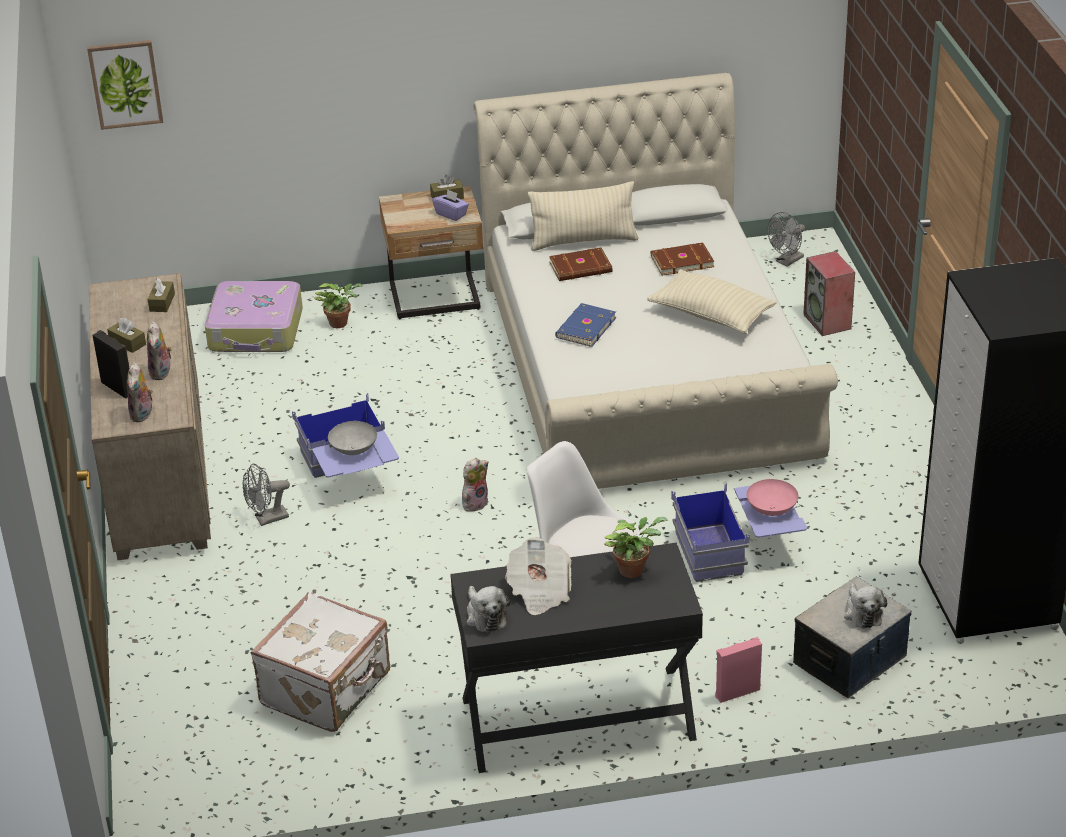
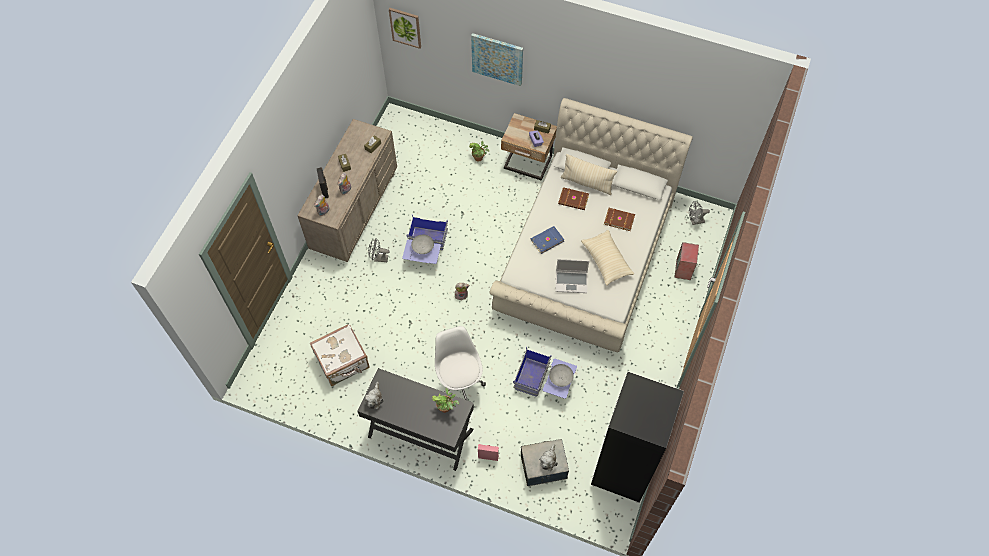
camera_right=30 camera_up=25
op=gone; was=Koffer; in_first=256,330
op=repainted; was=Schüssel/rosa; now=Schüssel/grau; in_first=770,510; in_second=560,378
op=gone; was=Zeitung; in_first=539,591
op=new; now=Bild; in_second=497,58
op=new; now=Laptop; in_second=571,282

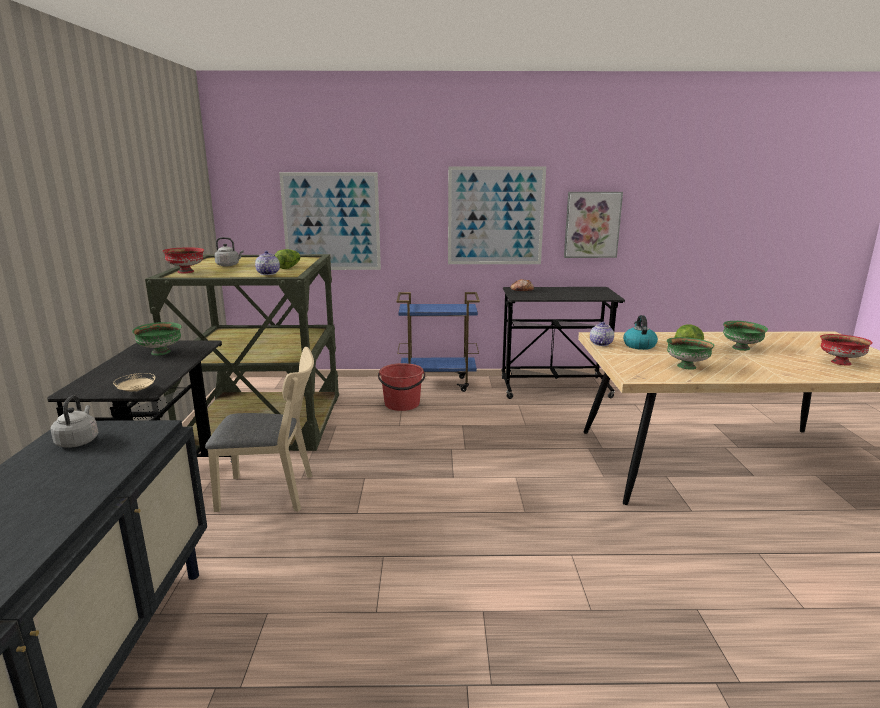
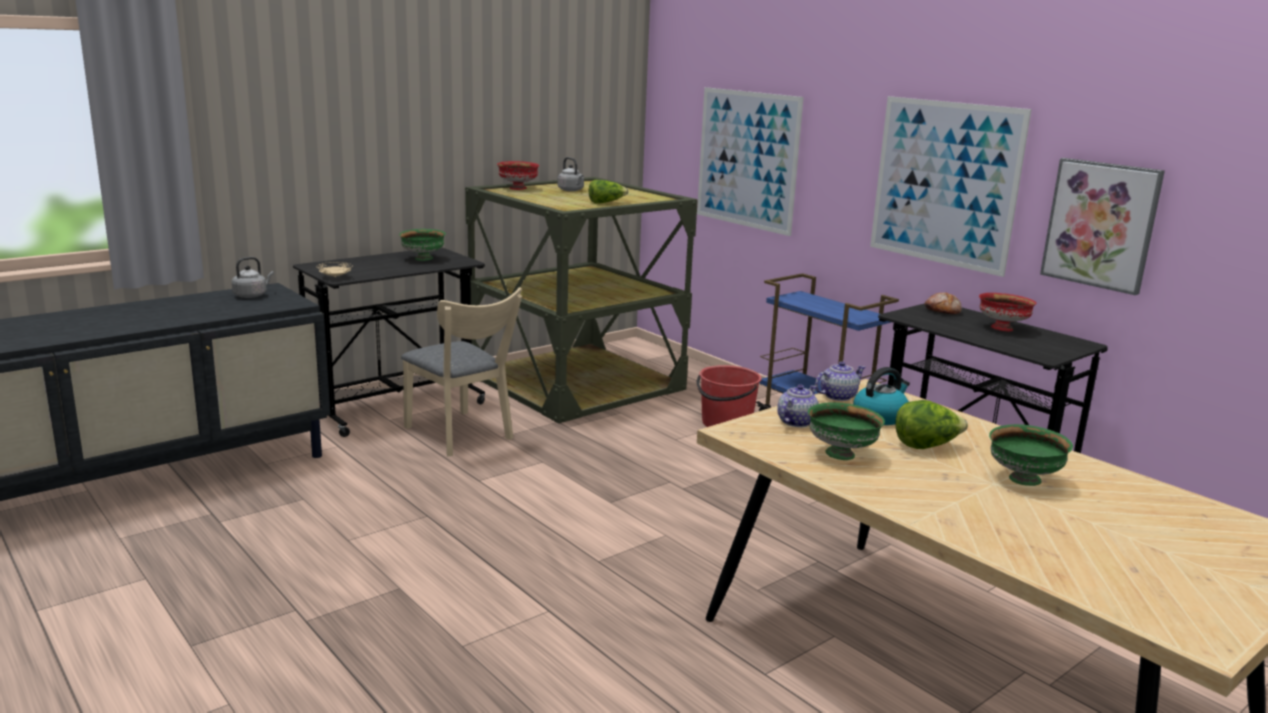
camera_right=50 camera_up=0
op=shifted; was=Teekanne; in_first=268,273; in_second=796,422
op=shifted; was=Schüssel/rot; in_first=840,363; in_second=1002,328

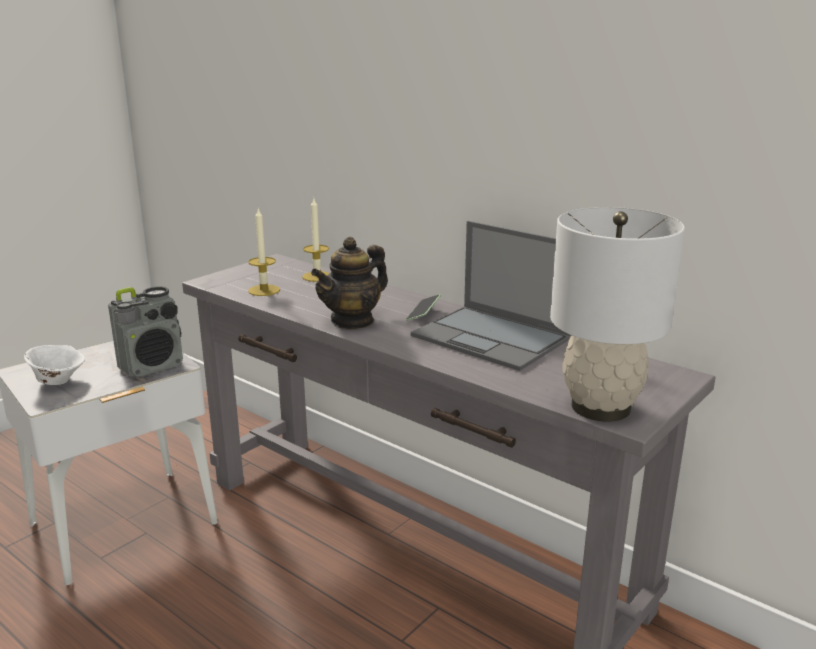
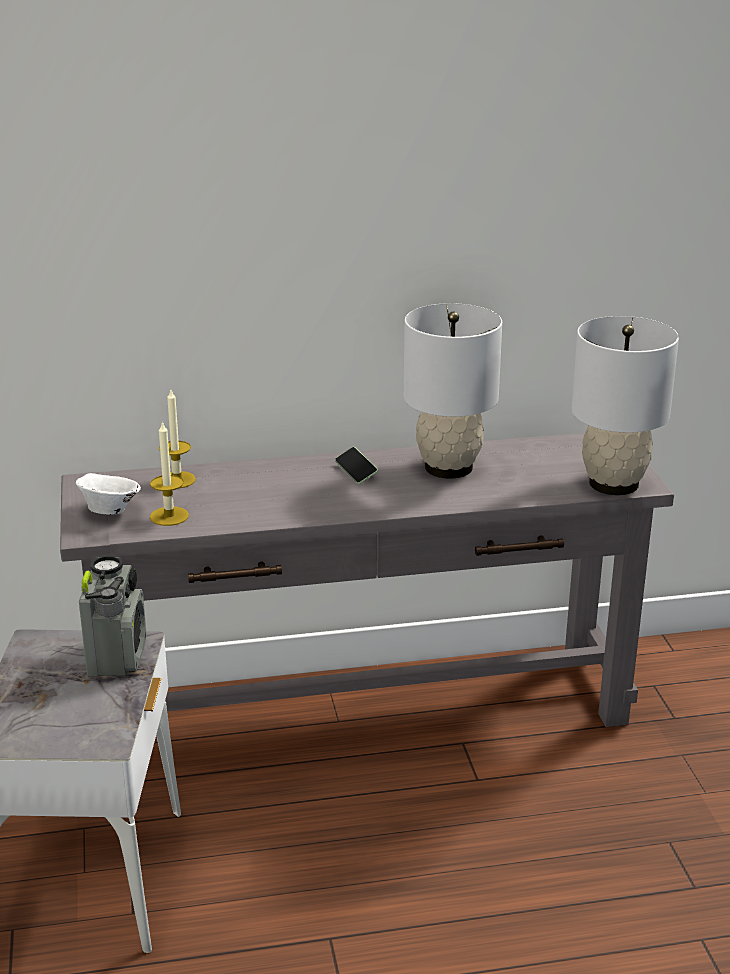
camera_right=-50 camera_up=5
op=swapped; was=Laptop; now=Tischlampe/weiß; in_first=492,338; in_second=449,467
op=gone; was=Teekanne; in_first=352,321
op=shifted; was=Schüssel/weiß; in_first=58,381; in_second=109,511

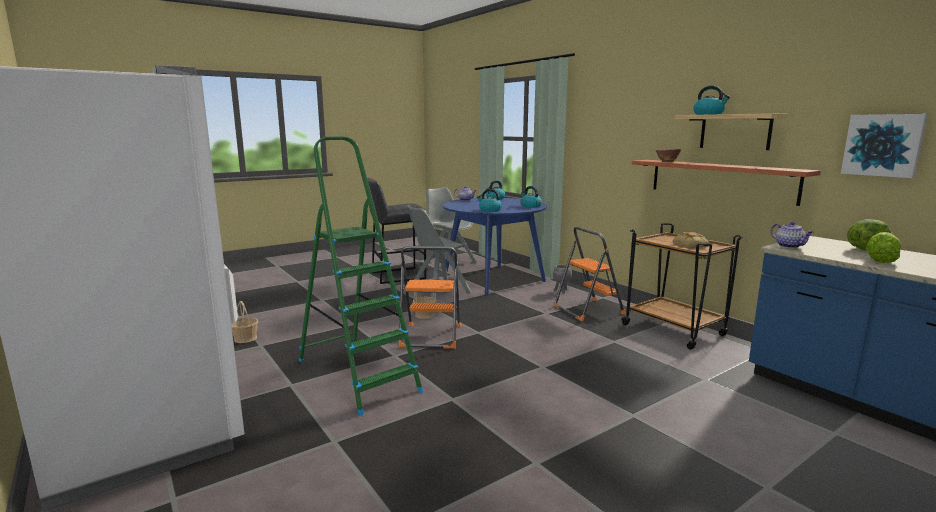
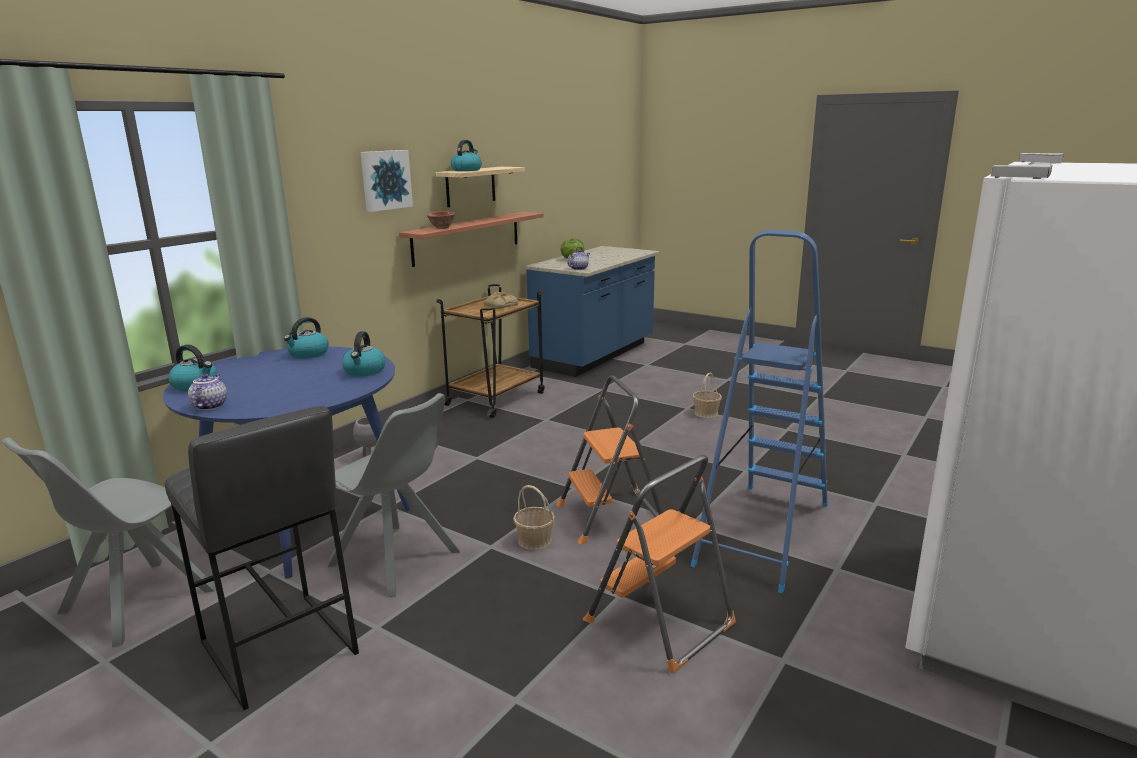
camera_right=-110 camera_up=5
op=shifted; was=Bild; in_first=883,145; in_second=385,180
op=repainted; was=Trittleiter/grün; now=Trittleiter/blau; in_first=357,375; in_second=764,532
op=shifted; was=Trittleiter/orange; in_first=586,310; in_second=663,624
op=gone; was=Salatkopf; in_first=880,260
op=shifted; was=Korb; in_first=245,338; in_second=706,413

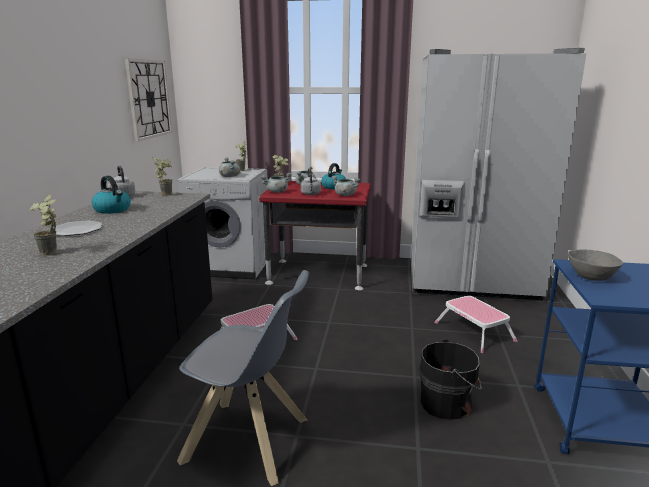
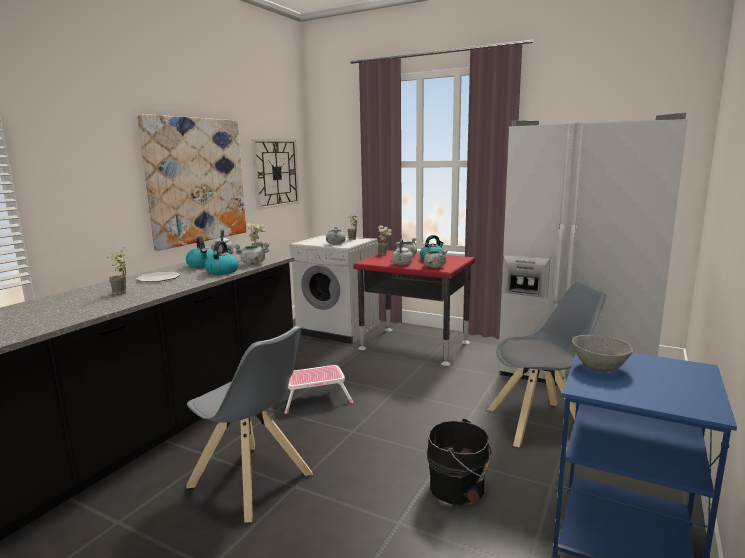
camera_right=20 camera_up=-5
op=shifted; was=Kochtopf/grau; in_first=277,192; in_second=252,264
op=swapped; was=Trittleiter/rosa; now=Stuhl/grau; in_first=474,331; in_second=540,423
op=new; now=Bild; in_second=196,180
op=new; now=Wasserkessel; in_second=222,271

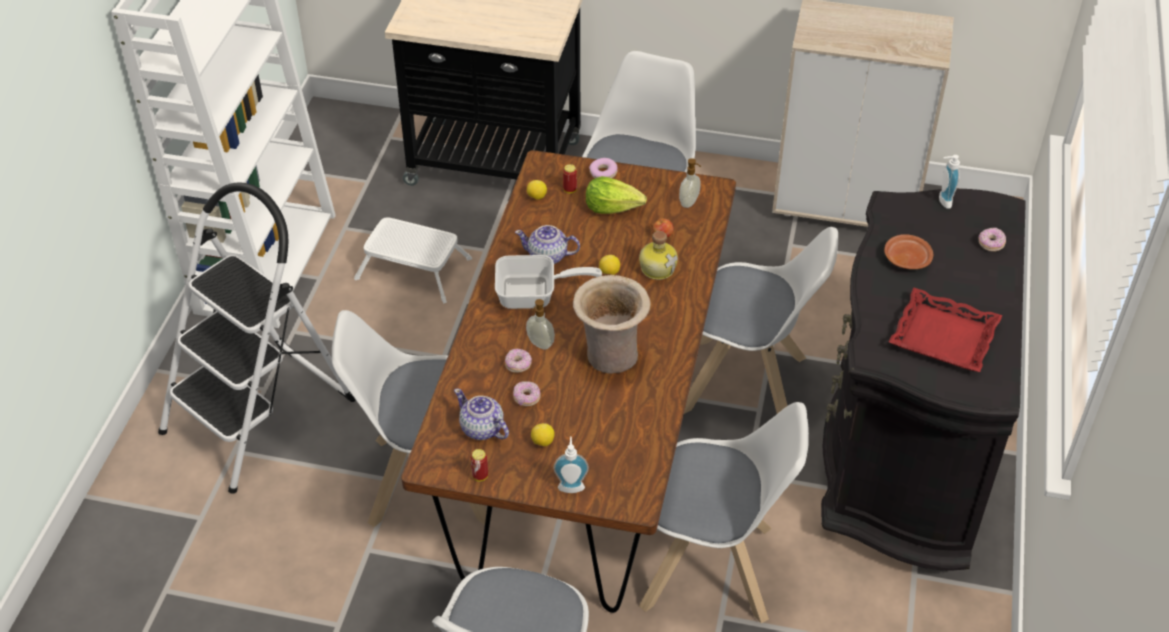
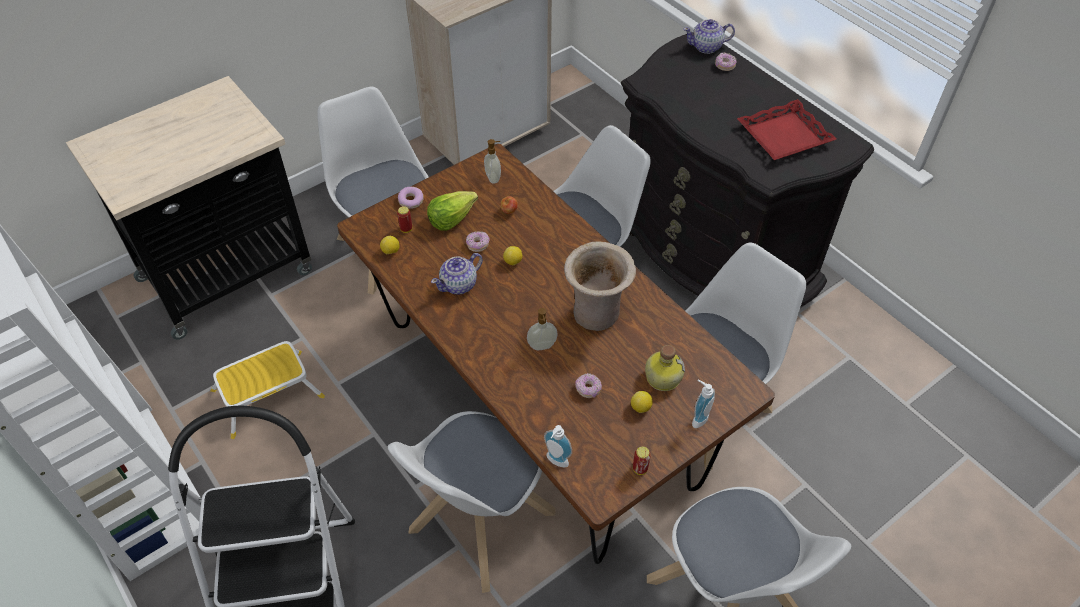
camera_right=-50 camera_up=5
op=shifted; was=Seifenspender; in_first=942,201; in_second=555,462
op=repainted; was=Trittleiter/weiß; now=Trittleiter/gelb; in_first=413,269; in_second=267,394
op=shifted; was=Flasche; in_first=657,268; in_second=662,377
op=gone; was=Teller/braun; in_first=906,258
op=gone; was=Pfanne; in_first=535,295
op=shifted; was=Donut; in_first=518,365; in_second=478,245
op=shifted; was=Teekanne; in_first=482,429; in_second=706,47

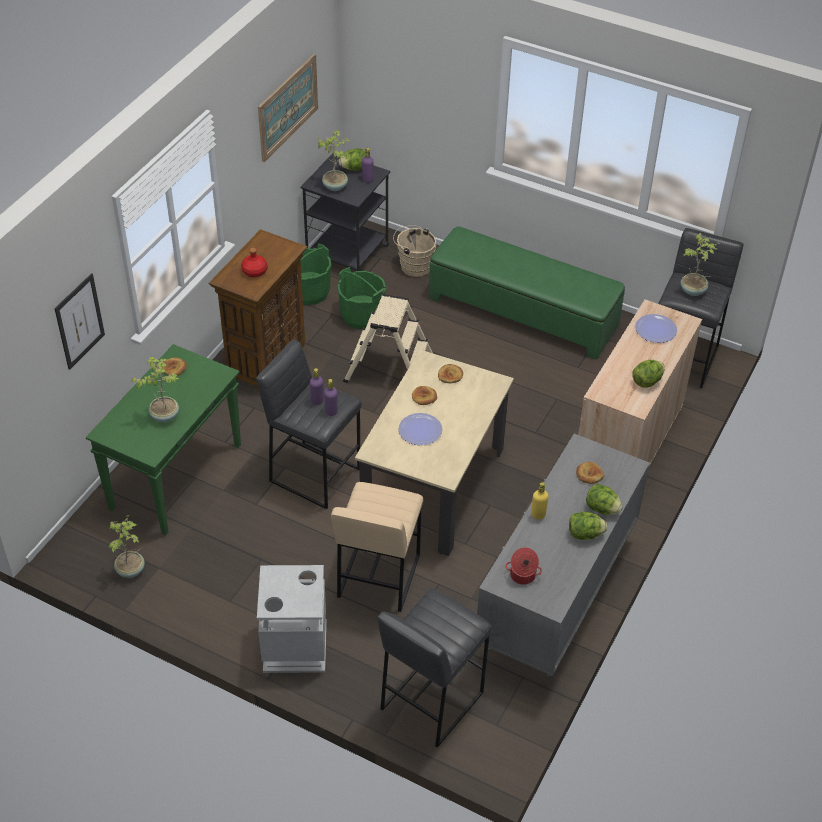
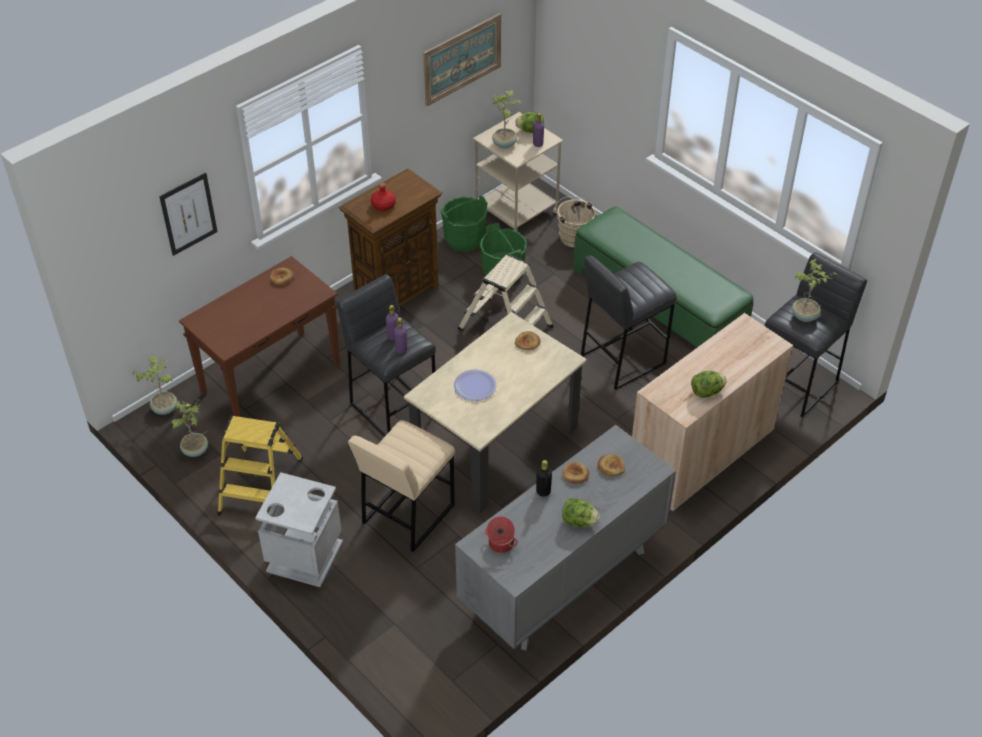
camera_right=20 camera_up=0
op=repainted; was=Rollwagen/schwarz; now=Rollwagen/beige; in_first=348,252; in_second=517,210
op=gone; was=Teller; in_first=655,329
op=repainted; was=Konsolentisch/grün; now=Konsolentisch/braun; in_first=176,476; in_second=271,377
op=shifted; was=Topfpflanze; in_first=164,415; in_second=164,408
op=shifted; was=Brot; in_first=424,397; in_second=575,475
op=repainted; was=Flasche/gelb; now=Flasche/schwarz; in_first=538,515; in_second=543,492
op=gone; was=Salatkopf; in_first=602,508
op=shifted; was=Hocker/grau; in_first=430,702; in_second=621,359
op=new; now=Trittleiter/gelb; in_second=261,485

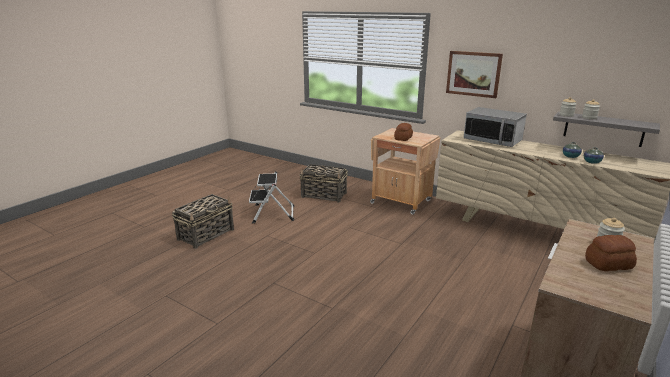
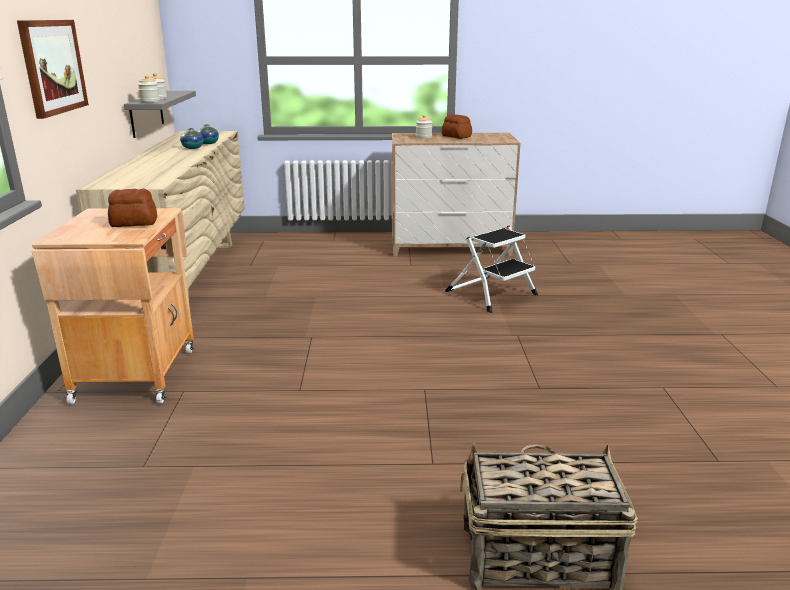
camera_right=-125 camera_up=0
op=gone; was=Mikrowelle; in_first=492,140
op=gone; was=Korb; in_first=324,195
op=shifted; was=Trittleiter; in_first=272,213; in_second=491,294

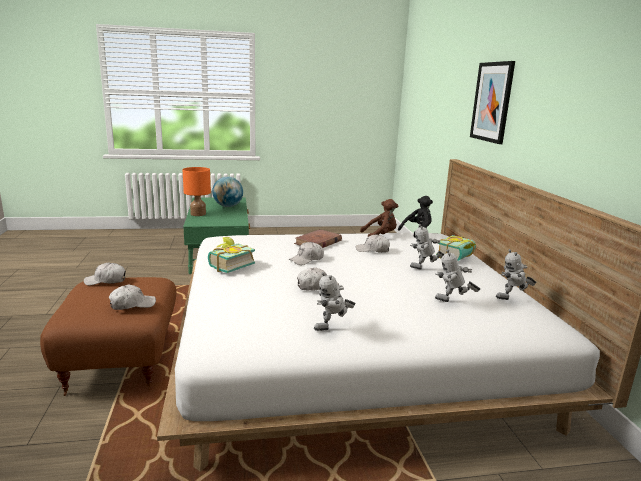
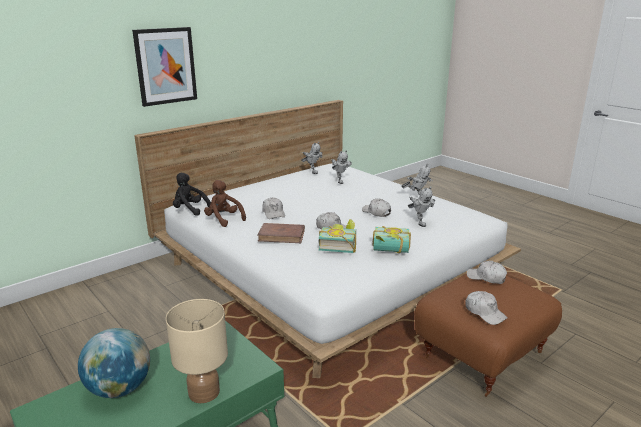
camera_right=-120 camera_up=5
op=repainted; was=Tischlampe/orange; now=Tischlampe/beige; in_first=198,214; in_second=204,392
op=shifted; was=Spielzeugroboter; in_first=425,270; in_second=419,222
op=shifted; was=Buch; in_first=458,257; in_second=338,246

